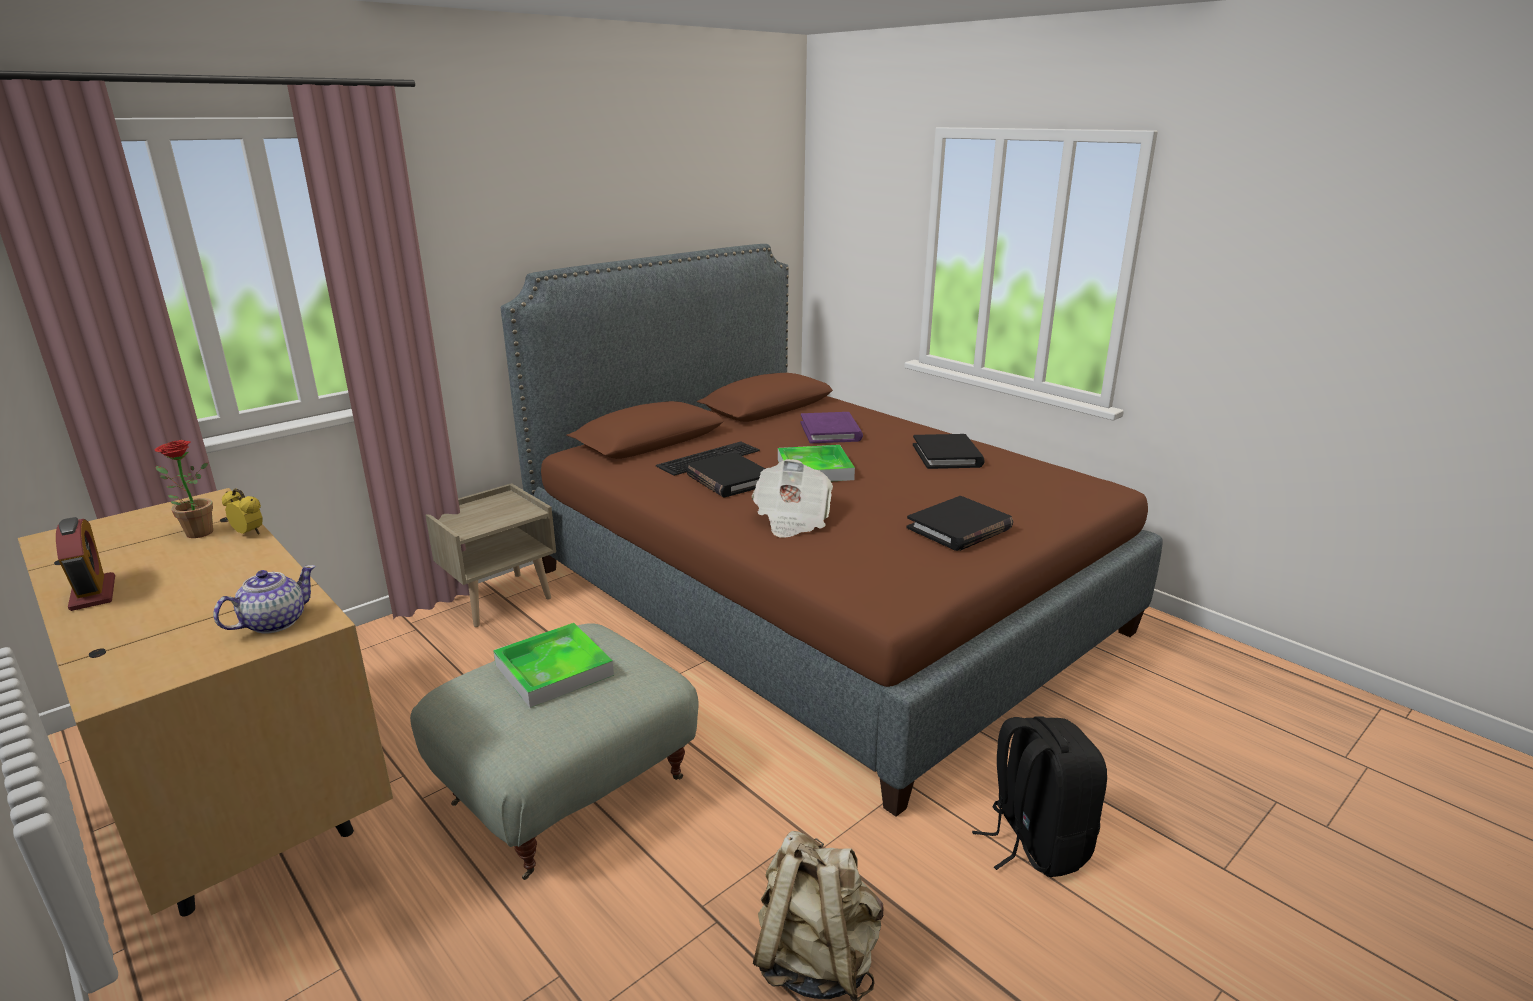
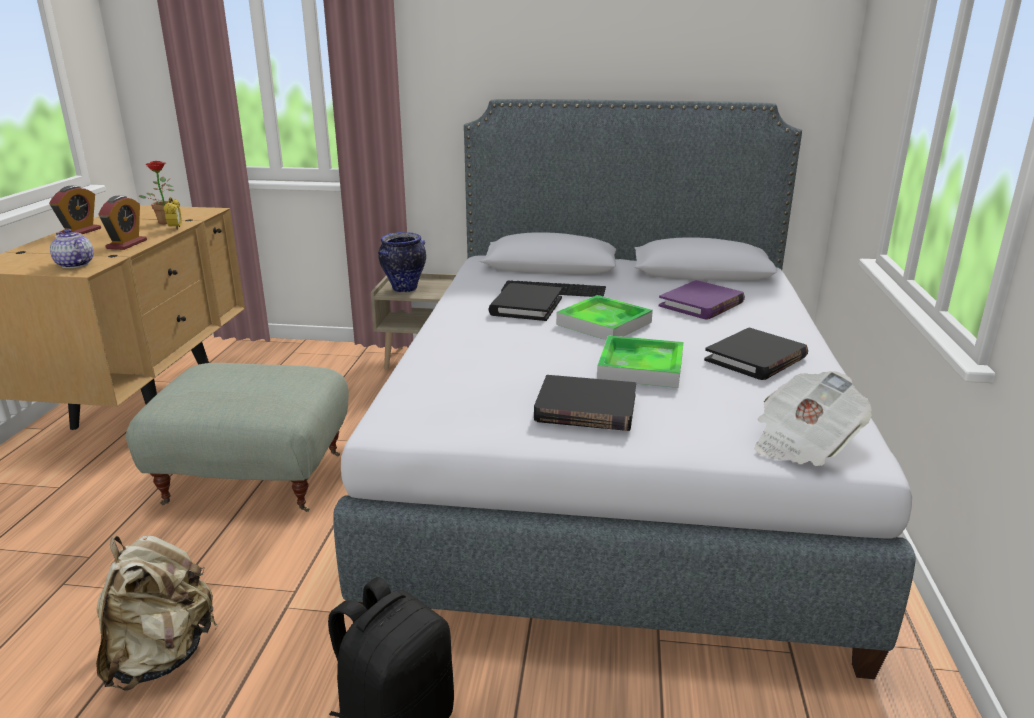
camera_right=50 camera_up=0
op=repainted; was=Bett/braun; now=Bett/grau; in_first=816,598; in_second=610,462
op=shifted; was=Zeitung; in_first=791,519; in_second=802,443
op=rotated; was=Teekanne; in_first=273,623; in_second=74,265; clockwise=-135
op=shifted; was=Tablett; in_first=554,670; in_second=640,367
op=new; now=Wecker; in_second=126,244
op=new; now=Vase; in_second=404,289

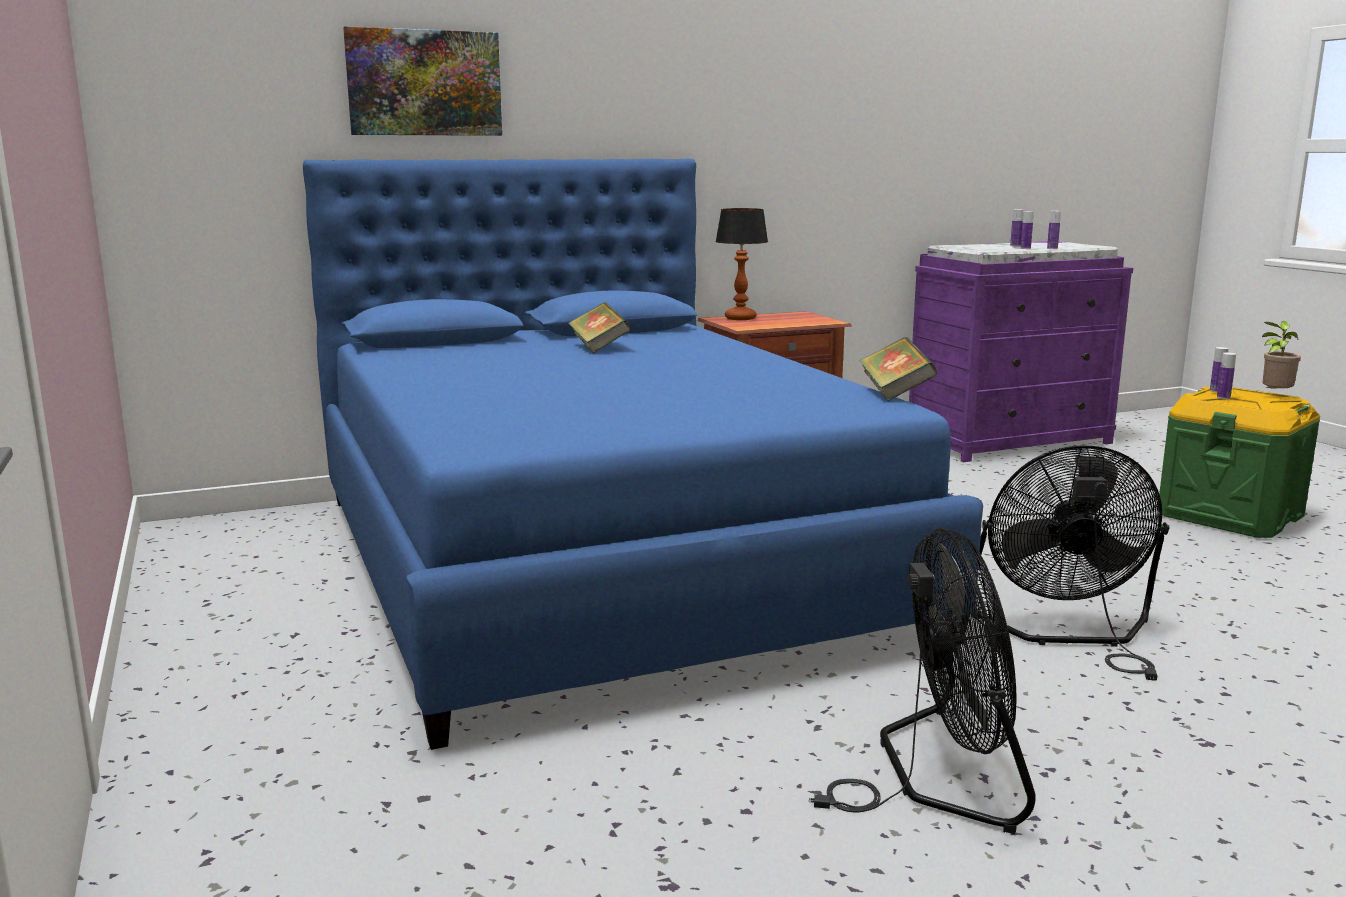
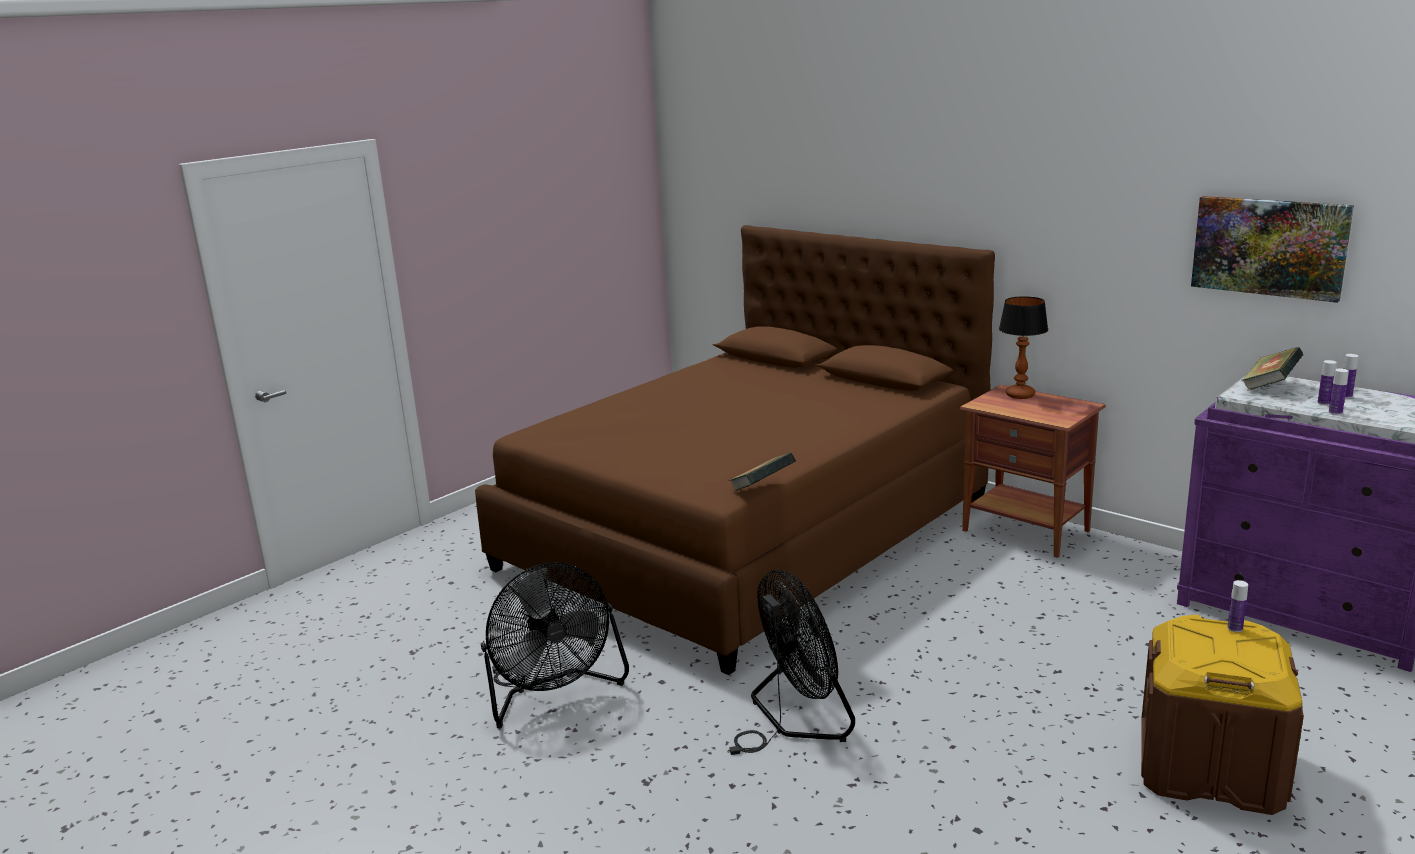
camera_right=65 camera_up=5
op=shifted; was=Bild; in_first=424,83; in_second=1269,247
op=repainted; was=Bett/blau; now=Bett/braun; in_first=599,561; in_second=746,535
op=shifted; was=Buch; in_first=599,347; in_second=1270,386
op=gone; was=Topfpflanze; in_first=1274,396
op=gone; was=Flasche; in_first=1223,397
op=repainted; was=Aufbewahrungsbox/grün; now=Aufbewahrungsbox/braun; in_first=1229,515; in_second=1210,767

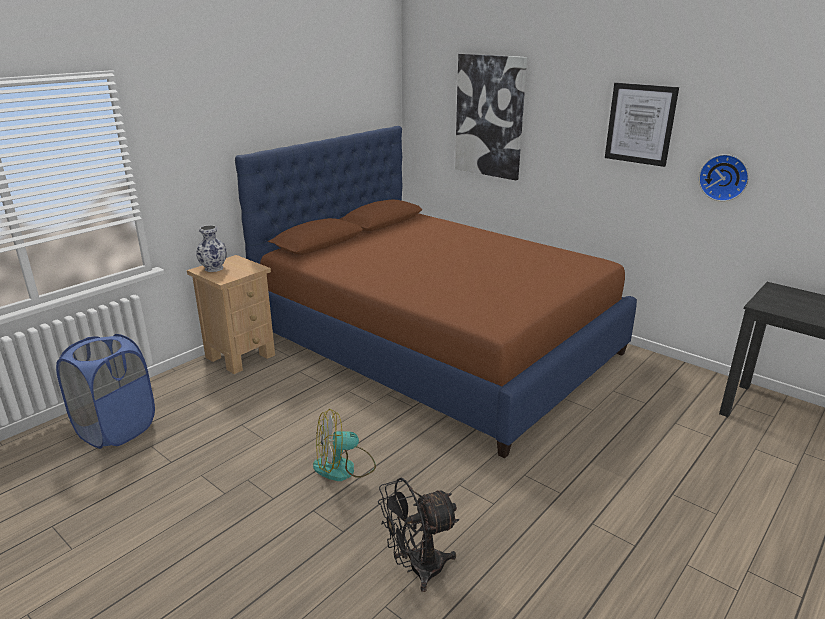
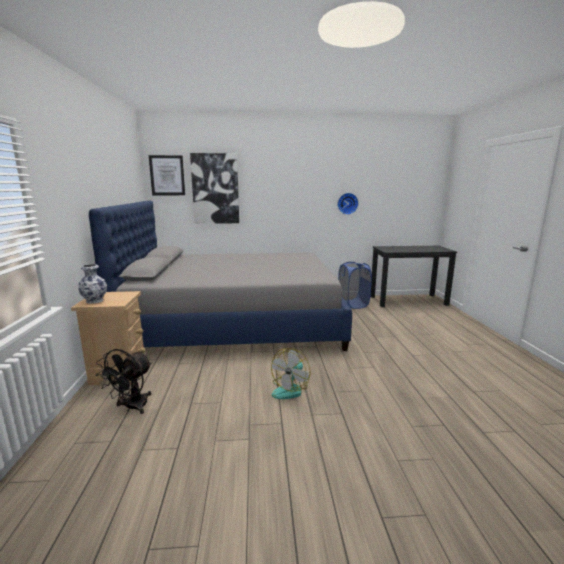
camera_right=-45 camera_up=-10
op=shifted; was=Bild; in_first=640,124; in_second=167,175
op=repainted; was=Bett/braun; now=Bett/grau; in_first=435,344; in_second=235,323
op=shifted; was=Wäschekorb/blau; in_first=117,429; in_second=353,304
op=shifted; was=Ventilator/schwarz; in_first=417,569; in_second=132,407

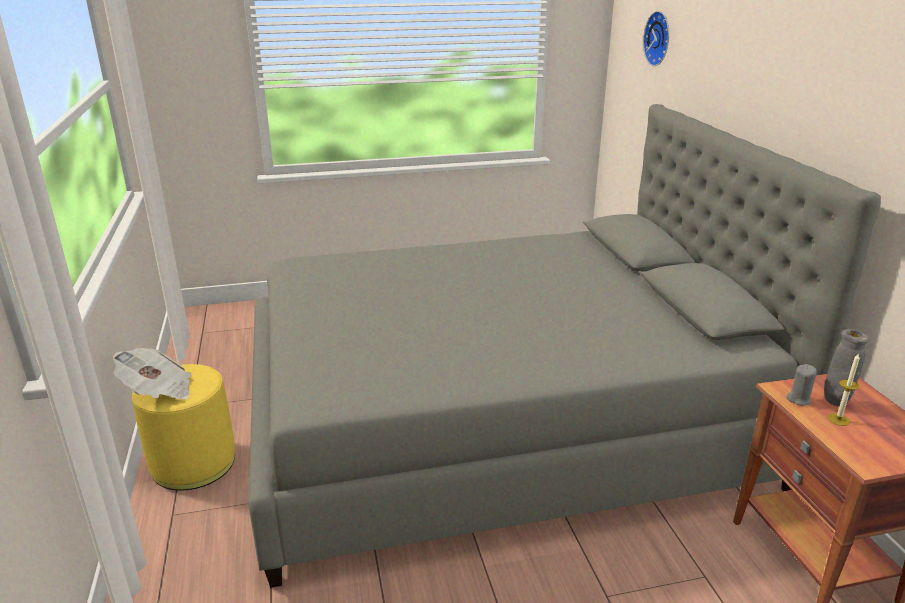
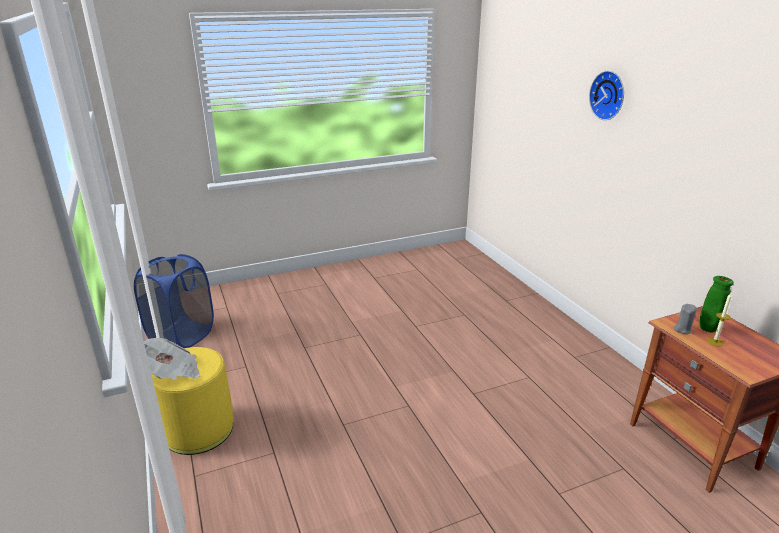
camera_right=-10 camera_up=0
op=shifted; was=Wanduhr; in_first=659,38; in_second=609,95
op=gone; was=Bett/grau; in_first=500,424
op=repainted; was=Vase/grau; now=Vase/grün; in_first=835,402; in_second=707,329
op=new; now=Wäschekorb/blau; in_second=181,336

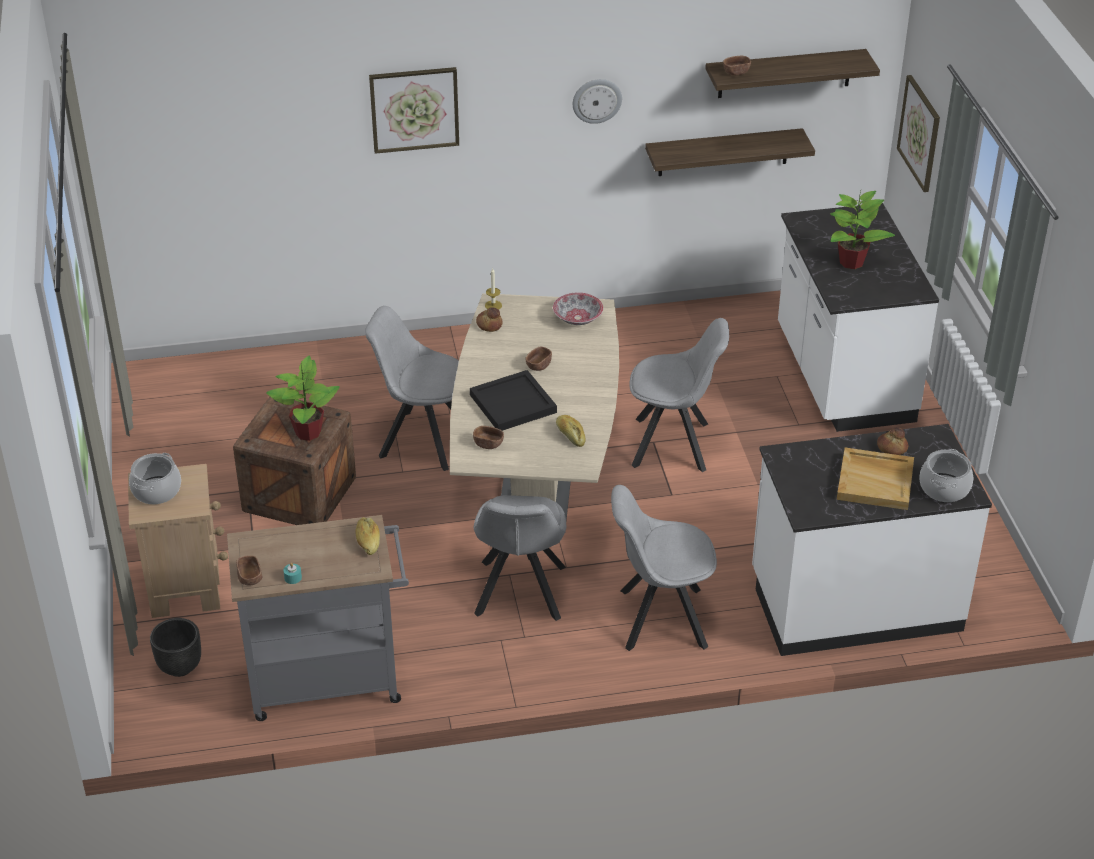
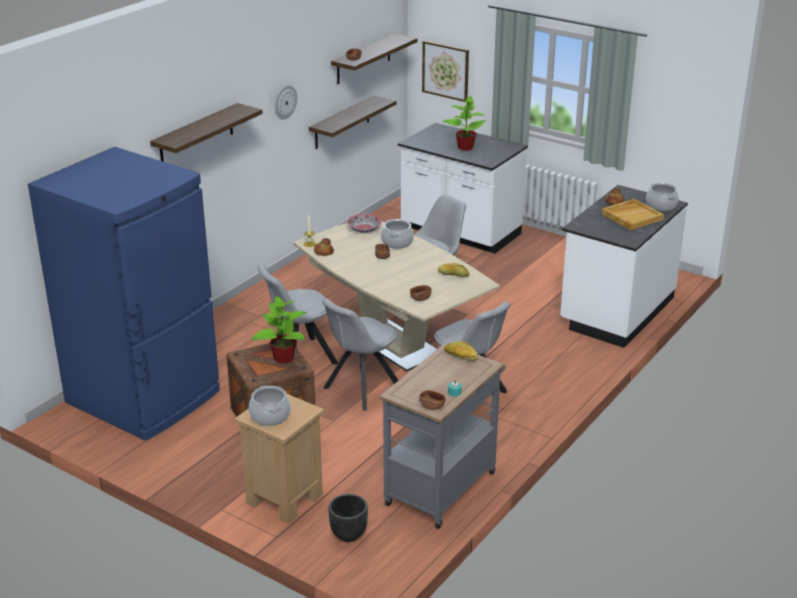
camera_right=-45 camera_up=-10
op=swapped; was=Bild; now=Wandregal; in_first=414,109; in_second=196,135
op=gone; was=Tablett/schwarz; in_first=513,403
op=shifted; was=Stuhl/grau; in_first=660,618; in_second=361,389
op=new; now=Kühlschrank/blau; in_second=145,396
op=new; now=Kochtopf; in_second=397,242

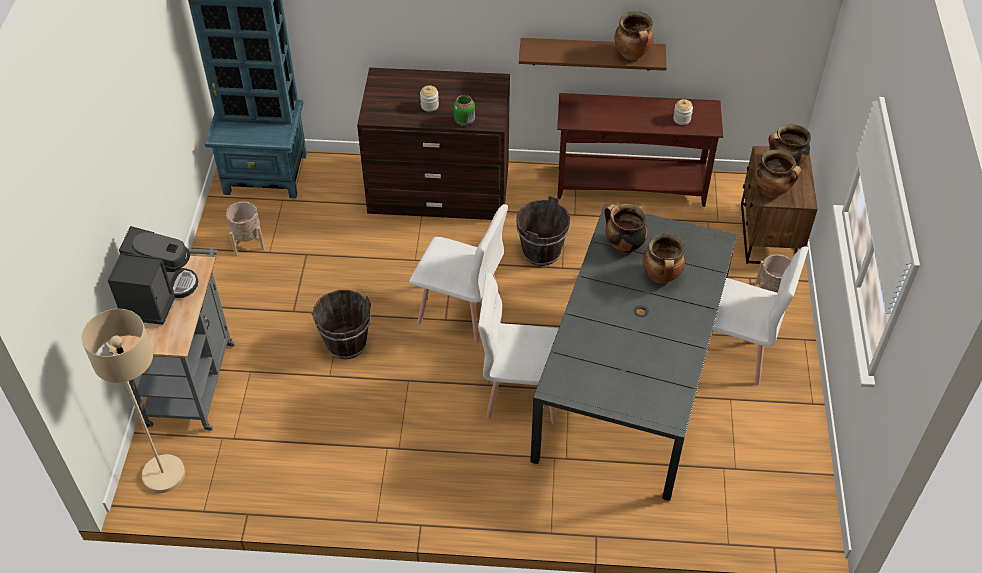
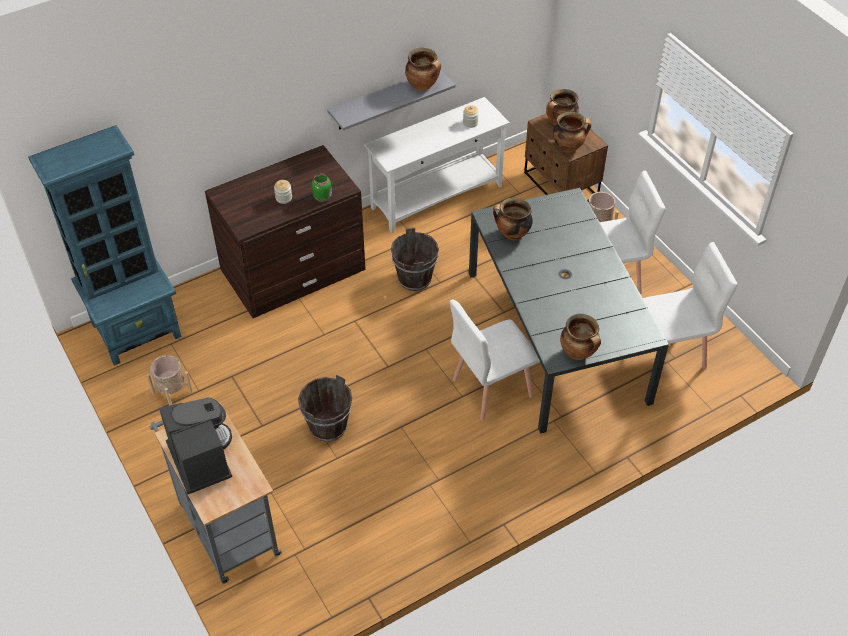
camera_right=-35 camera_up=0
op=repainted; was=Wandregal/braun; now=Wandregal/grau; in_first=592,54; in_second=384,99
op=repainted; was=Konsolentisch/braun; now=Konsolentisch/weiß; in_first=631,185; in_second=437,196
op=shifted; was=Stuhl/weiß; in_first=460,310; in_second=669,352
op=shifted; was=Kochtopf; in_first=661,277; in_second=578,353
op=gone; was=Stehlampe/beige; in_first=170,483

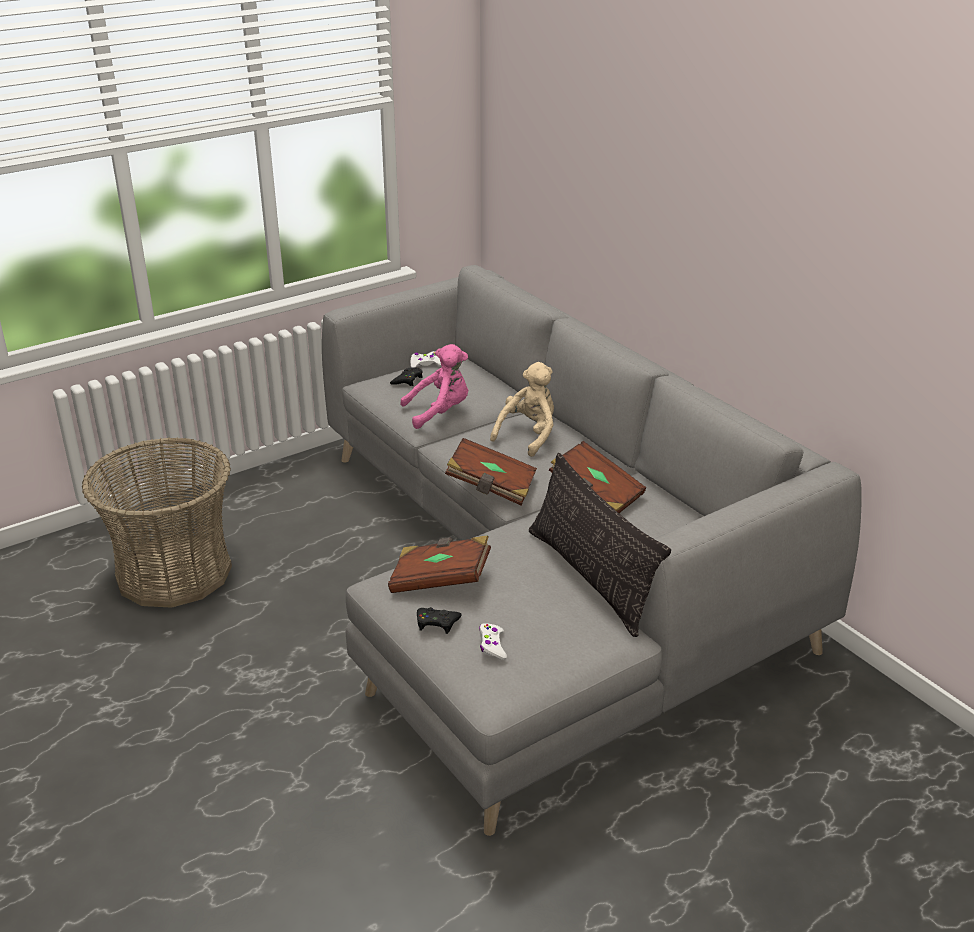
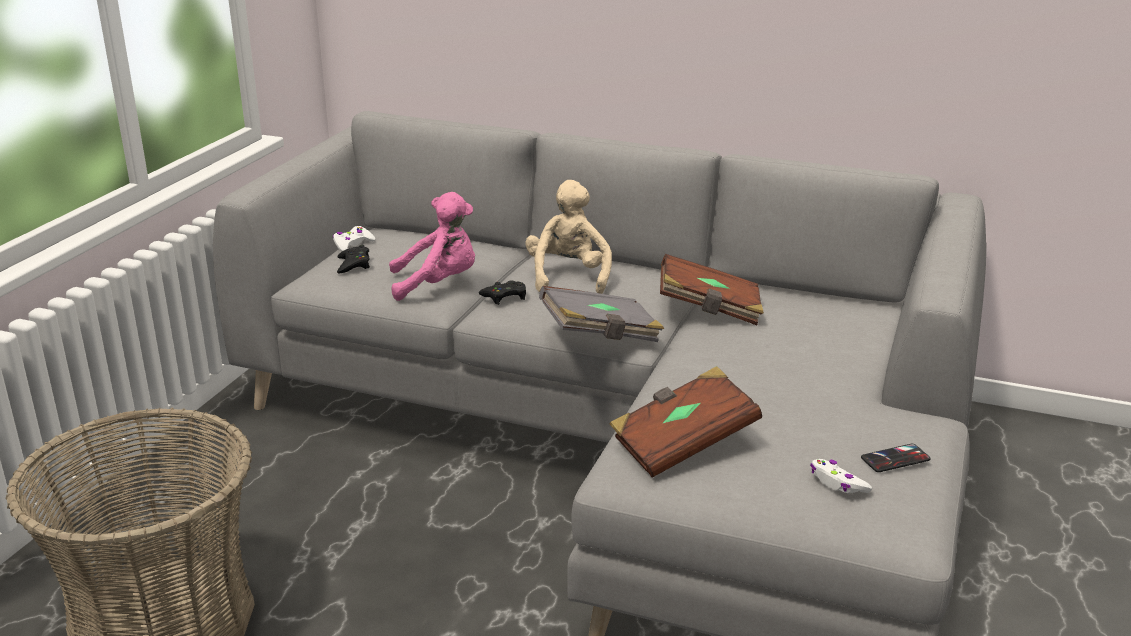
camera_right=-35 camera_up=-5
op=rotated; was=Plüschtier/rosa; in_first=440,412; in_second=438,284; clockwise=45
op=repainted; was=Buch/braun; now=Buch/grau; in_first=491,487; in_second=601,335
op=gone; was=Kissen; in_first=590,577
op=shifted; was=Gamepad/schwarz; in_first=437,623; in_second=505,297
op=new; now=Handy; in_second=895,459

